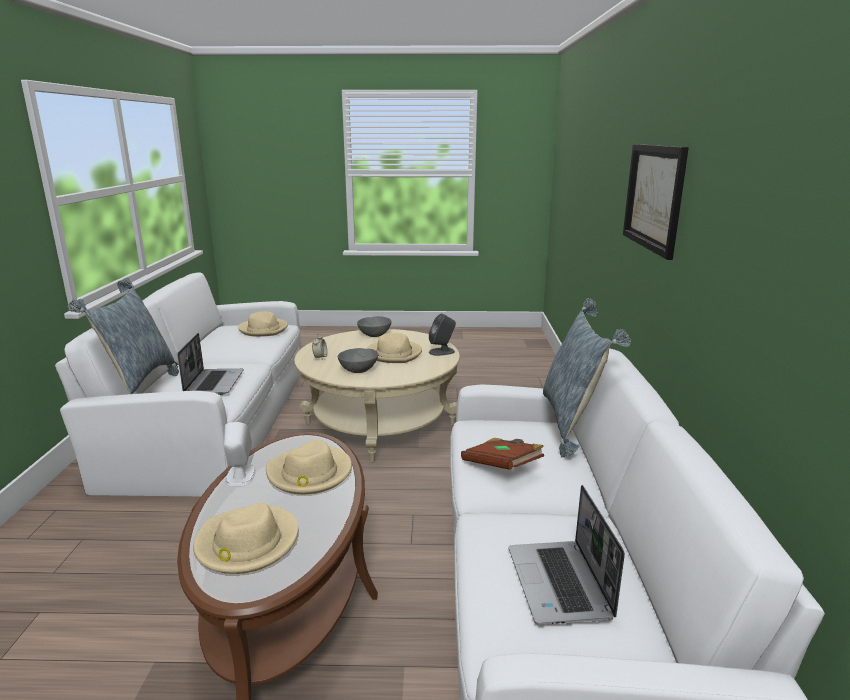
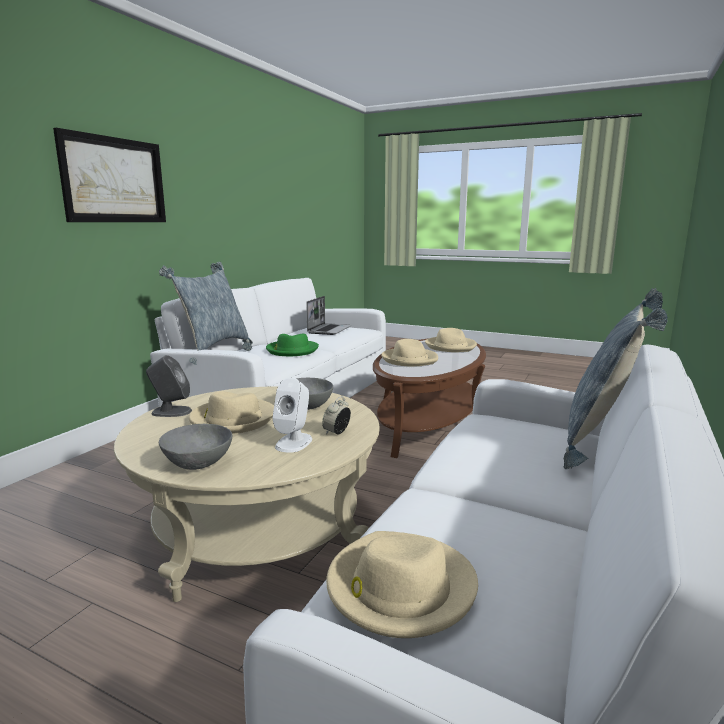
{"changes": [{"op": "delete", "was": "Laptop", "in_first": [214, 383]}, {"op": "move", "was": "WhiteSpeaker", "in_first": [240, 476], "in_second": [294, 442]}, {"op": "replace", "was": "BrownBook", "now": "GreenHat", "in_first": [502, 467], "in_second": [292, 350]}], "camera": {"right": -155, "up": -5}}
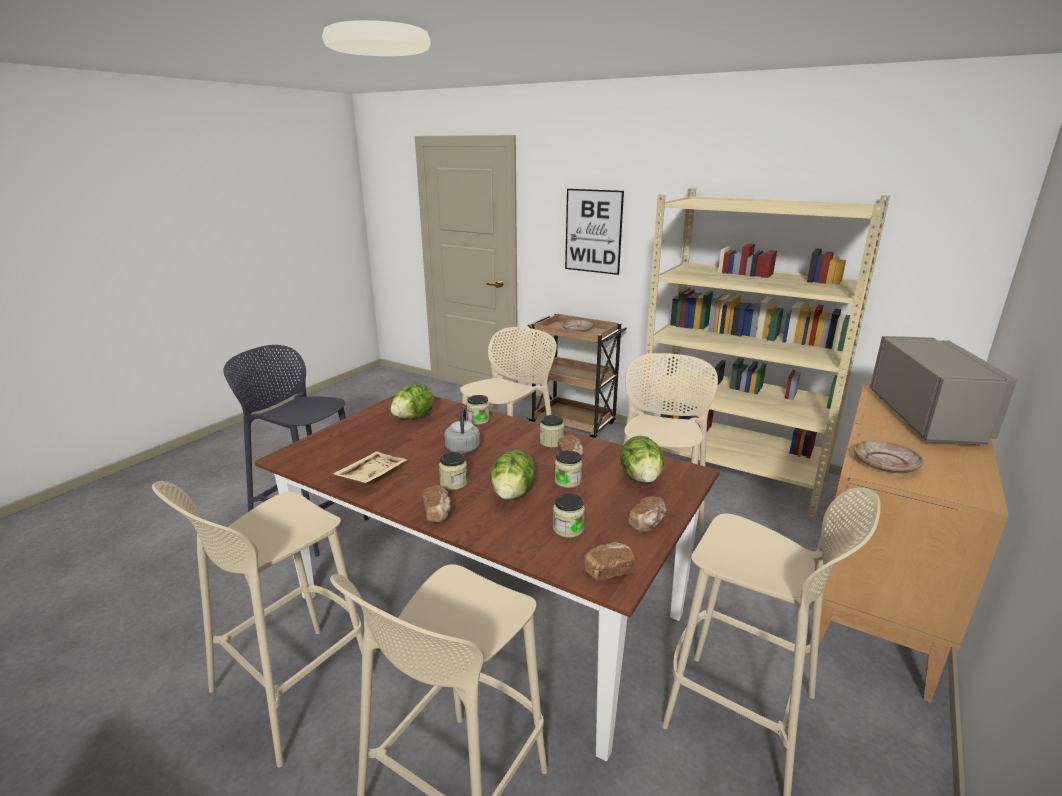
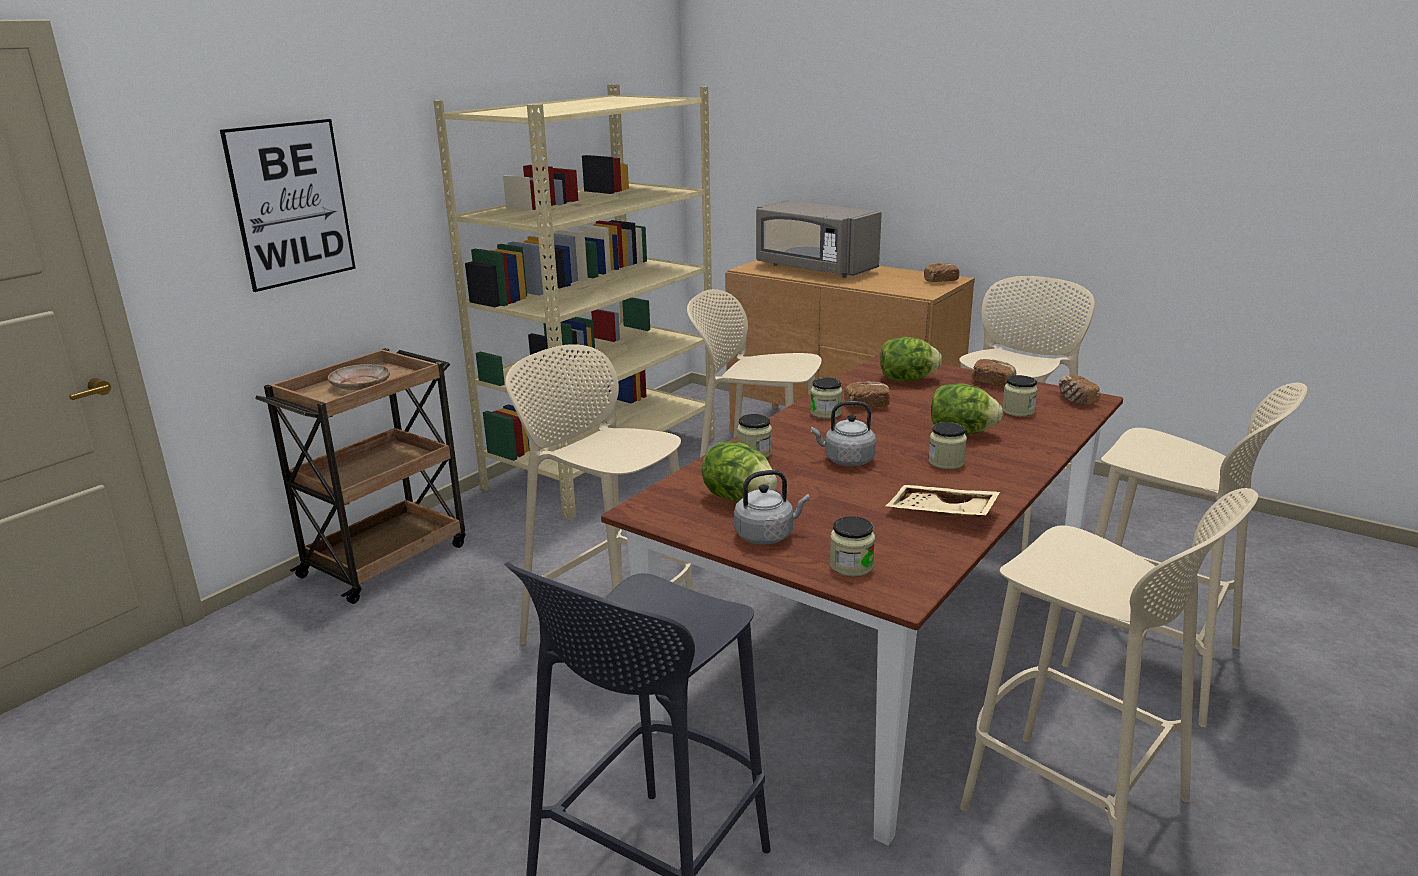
{"changes": [{"op": "rotate", "was": "GreyMicrowave", "in_first": [926, 418], "in_second": [814, 268], "clockwise": -150}, {"op": "delete", "was": "BeigePlate", "in_first": [885, 464]}, {"op": "move", "was": "Jar", "in_first": [568, 481], "in_second": [851, 566]}, {"op": "move", "was": "Bread", "in_first": [437, 512], "in_second": [940, 281]}, {"op": "insert", "now": "GreyKettle", "in_second": [767, 535]}], "camera": {"right": -85, "up": 0}}
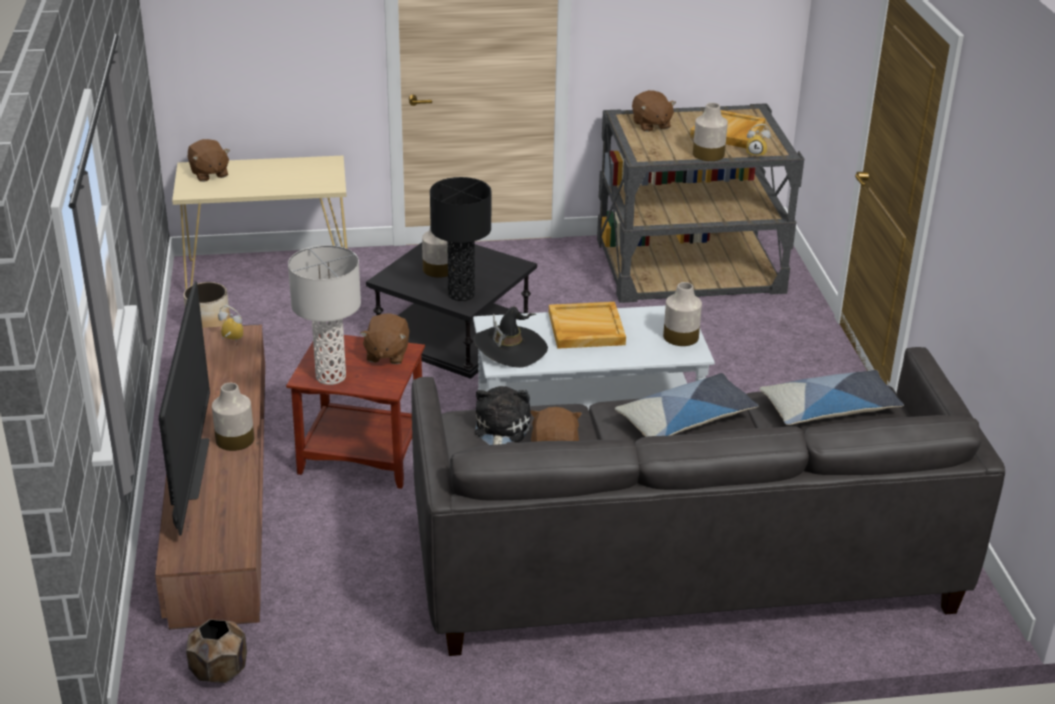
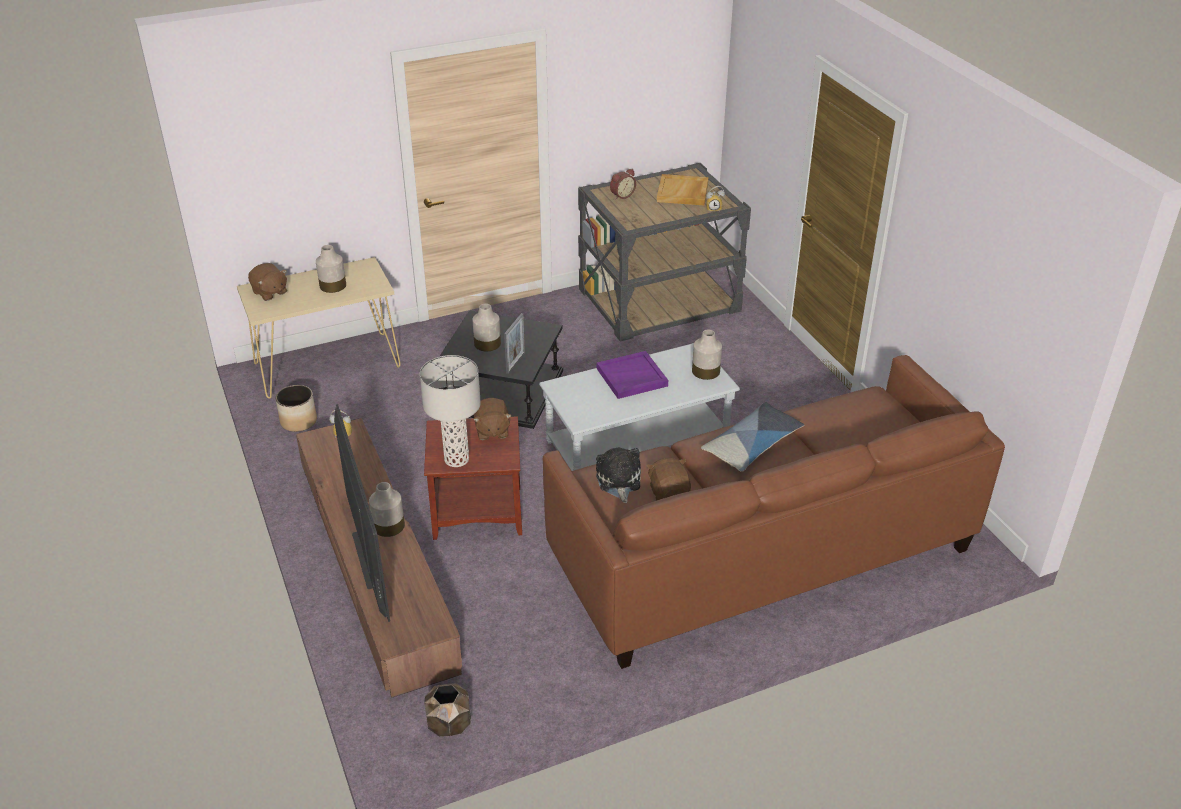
{"changes": [{"op": "replace", "was": "BrownPlushToy", "now": "AlarmClock", "in_first": [651, 125], "in_second": [621, 195]}, {"op": "move", "was": "BeigeVase", "in_first": [708, 154], "in_second": [332, 285]}, {"op": "replace", "was": "BlackTableLamp", "now": "PictureFrame", "in_first": [461, 294], "in_second": [515, 362]}, {"op": "recolor", "was": "BeigeTray", "now": "PurpleTray", "in_first": [585, 329], "in_second": [631, 377]}, {"op": "delete", "was": "BlackHat", "in_first": [510, 348]}, {"op": "recolor", "was": "GreySofa", "now": "BrownSofa", "in_first": [682, 562], "in_second": [759, 552]}, {"op": "delete", "was": "Pillow", "in_first": [830, 409]}], "camera": {"right": -15, "up": 5}}
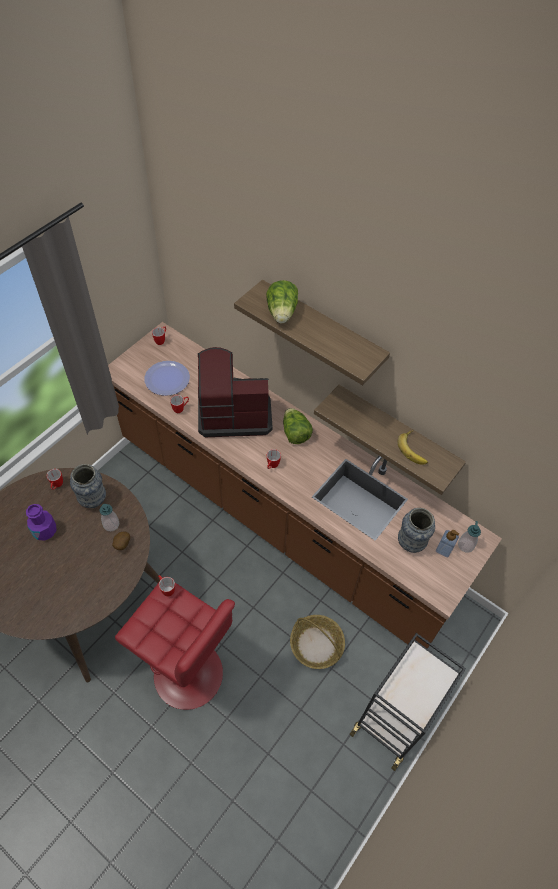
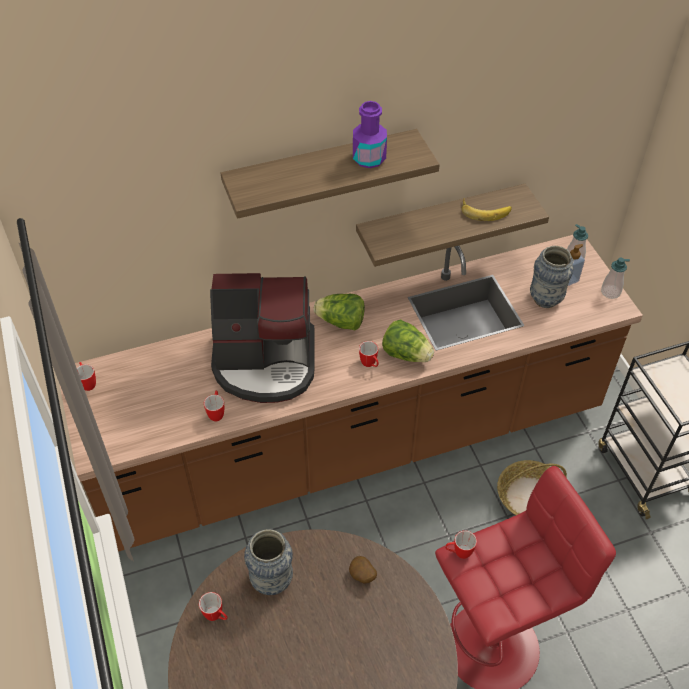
{"changes": [{"op": "move", "was": "Lettuce", "in_first": [282, 313], "in_second": [406, 354]}, {"op": "rotate", "was": "CoffeeMachine", "in_first": [233, 412], "in_second": [265, 363], "clockwise": -120}, {"op": "delete", "was": "Plate", "in_first": [167, 379]}, {"op": "move", "was": "PurpleBottle", "in_first": [45, 531], "in_second": [369, 158]}, {"op": "move", "was": "SoapDispenser", "in_first": [111, 524], "in_second": [610, 292]}], "camera": {"right": -55, "up": -5}}
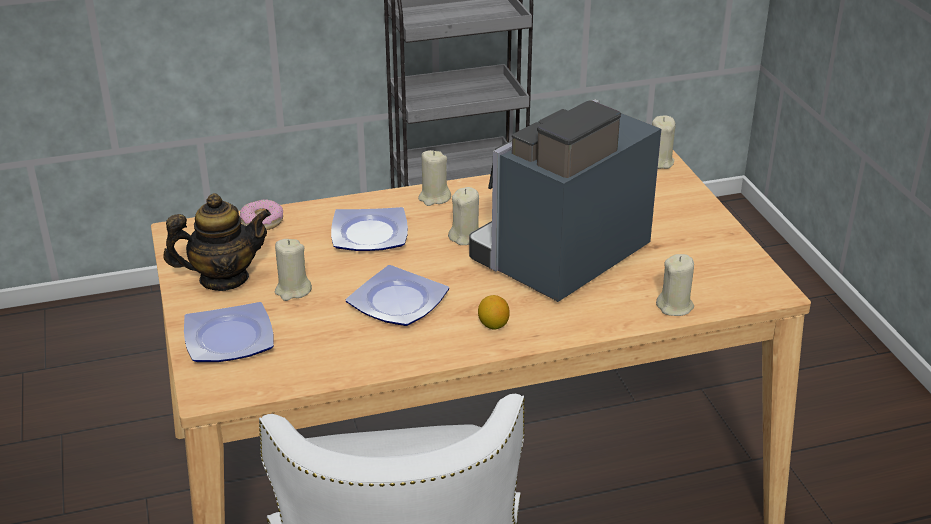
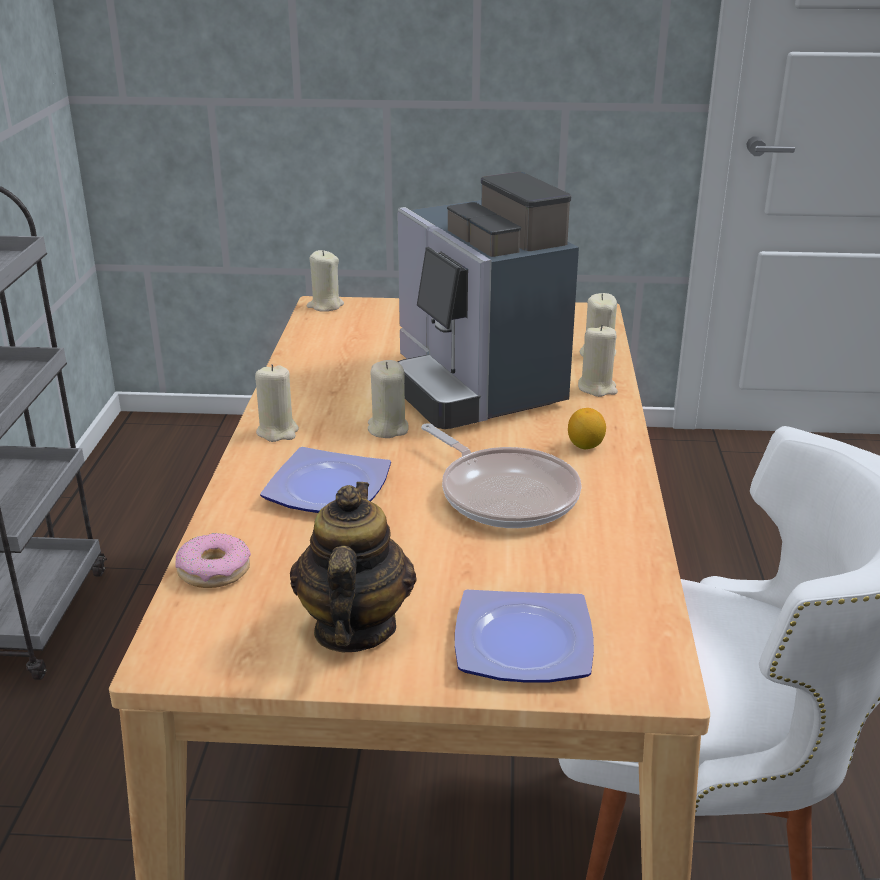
{"changes": [{"op": "move", "was": "BeigeCandle", "in_first": [292, 290], "in_second": [597, 388]}, {"op": "replace", "was": "Plate", "now": "FryingPan", "in_first": [400, 301], "in_second": [504, 494]}], "camera": {"right": -70, "up": -5}}
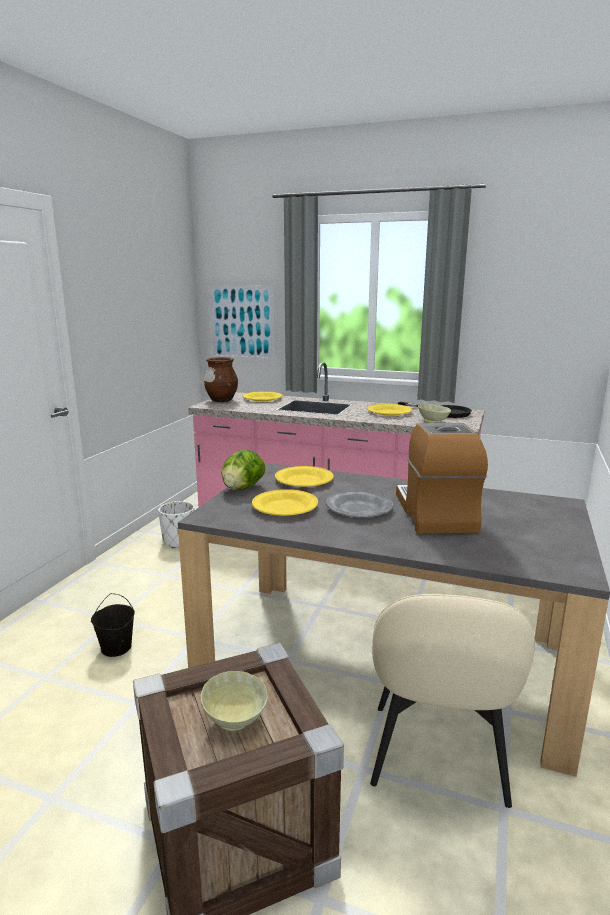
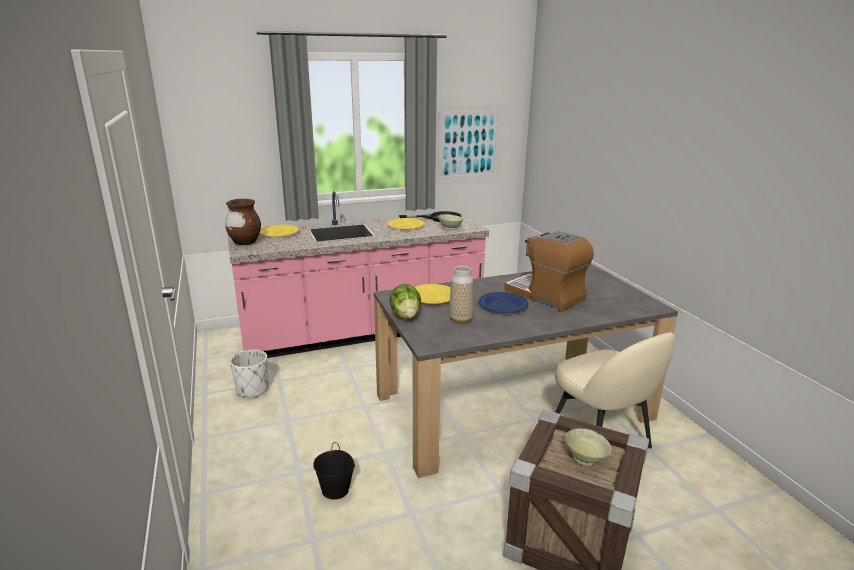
{"changes": [{"op": "move", "was": "Picture", "in_first": [241, 322], "in_second": [468, 145]}, {"op": "replace", "was": "YellowPlate", "now": "Vase", "in_first": [285, 506], "in_second": [461, 320]}, {"op": "recolor", "was": "GreyPlate", "now": "BluePlate", "in_first": [359, 508], "in_second": [503, 305]}], "camera": {"right": -40, "up": 5}}
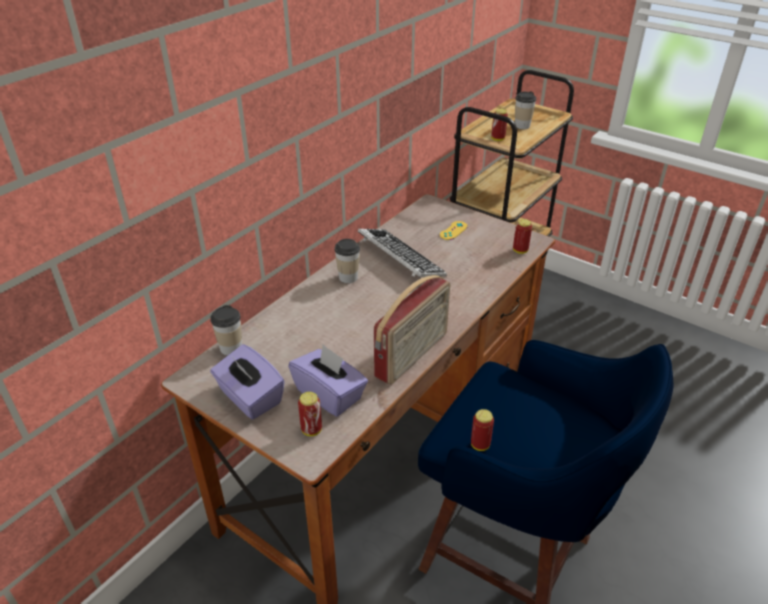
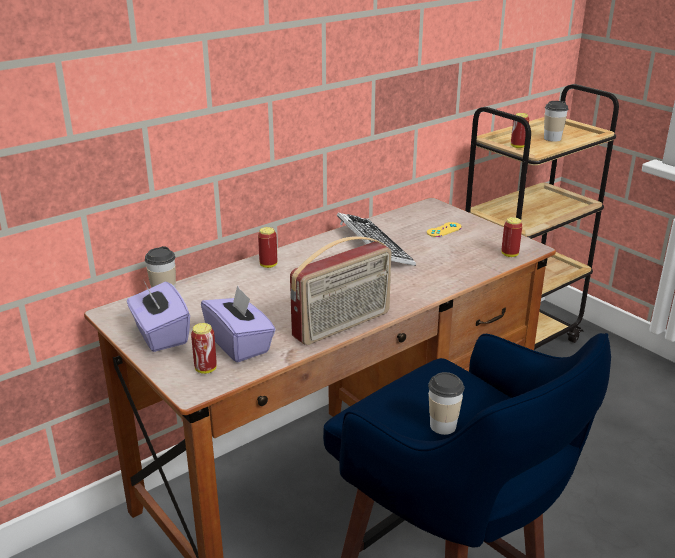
{"changes": [{"op": "move", "was": "Cup", "in_first": [348, 277], "in_second": [443, 426]}, {"op": "move", "was": "Can", "in_first": [480, 445], "in_second": [268, 265]}], "camera": {"right": 15, "up": -10}}
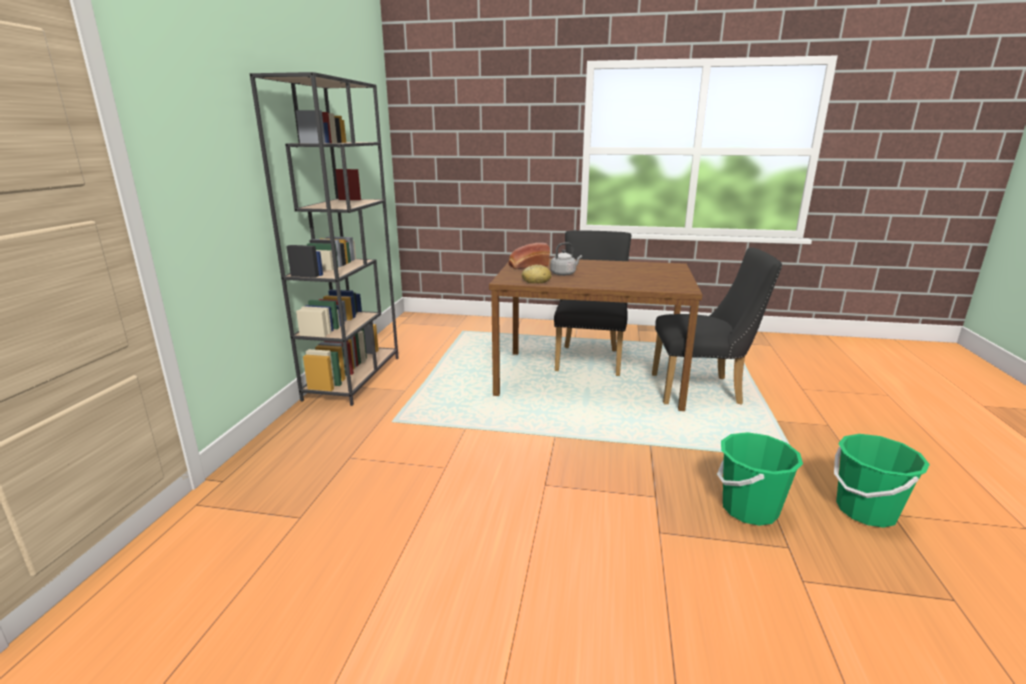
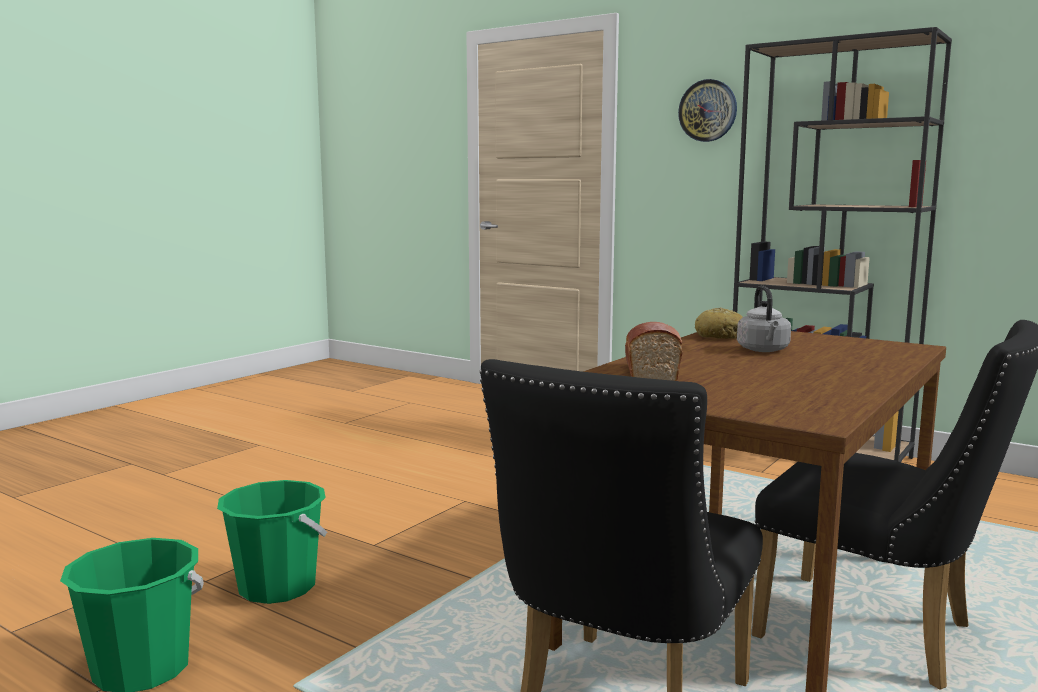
{"changes": [{"op": "move", "was": "Bread", "in_first": [528, 266], "in_second": [650, 372]}, {"op": "insert", "now": "WallClock", "in_second": [708, 110]}], "camera": {"right": 115, "up": -10}}
